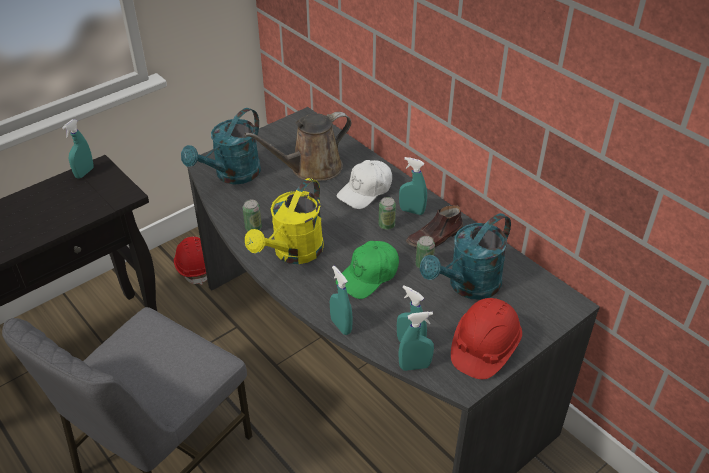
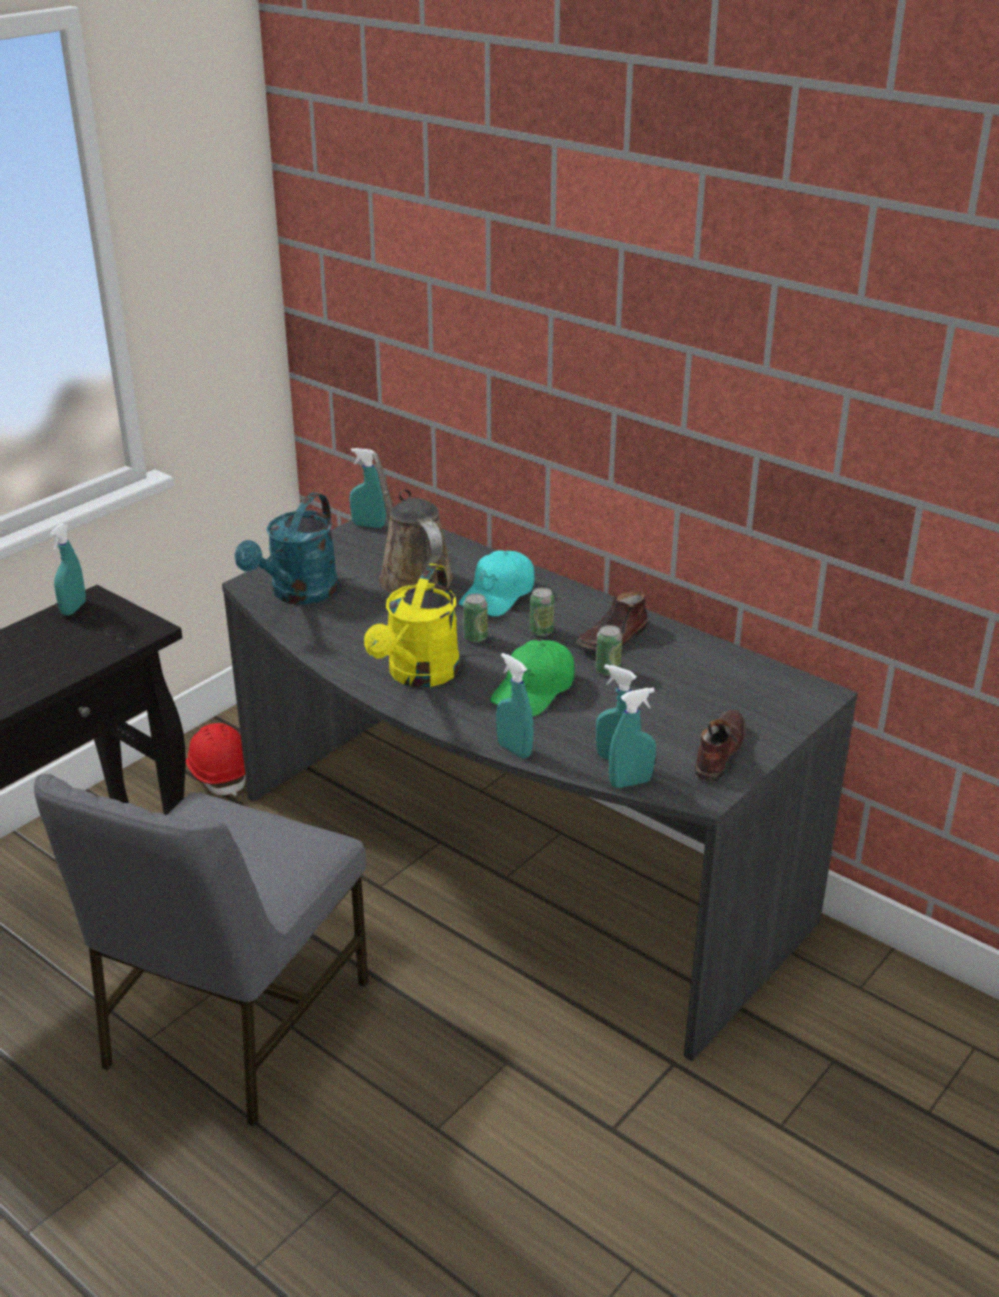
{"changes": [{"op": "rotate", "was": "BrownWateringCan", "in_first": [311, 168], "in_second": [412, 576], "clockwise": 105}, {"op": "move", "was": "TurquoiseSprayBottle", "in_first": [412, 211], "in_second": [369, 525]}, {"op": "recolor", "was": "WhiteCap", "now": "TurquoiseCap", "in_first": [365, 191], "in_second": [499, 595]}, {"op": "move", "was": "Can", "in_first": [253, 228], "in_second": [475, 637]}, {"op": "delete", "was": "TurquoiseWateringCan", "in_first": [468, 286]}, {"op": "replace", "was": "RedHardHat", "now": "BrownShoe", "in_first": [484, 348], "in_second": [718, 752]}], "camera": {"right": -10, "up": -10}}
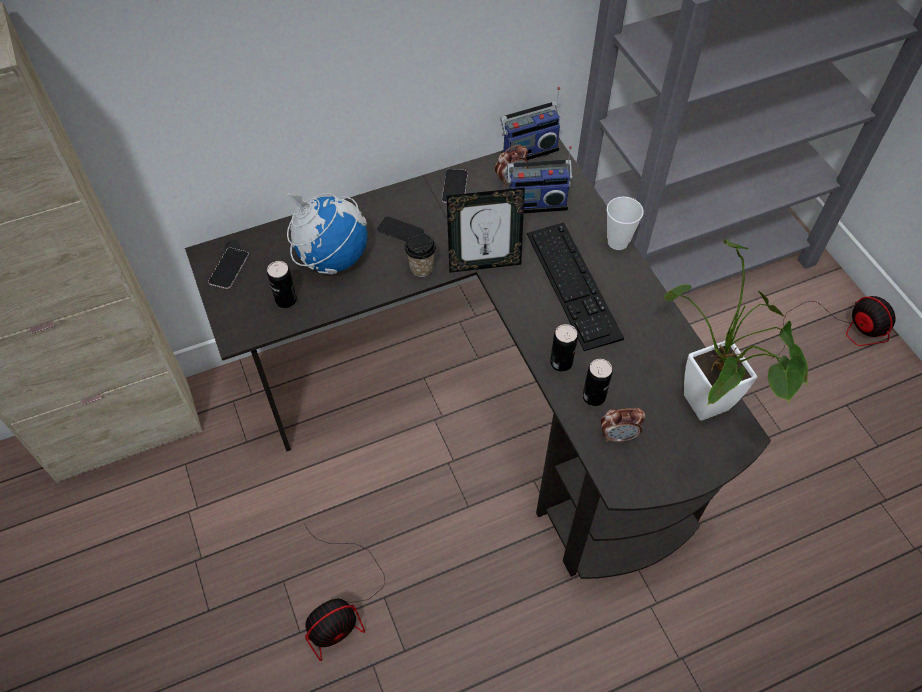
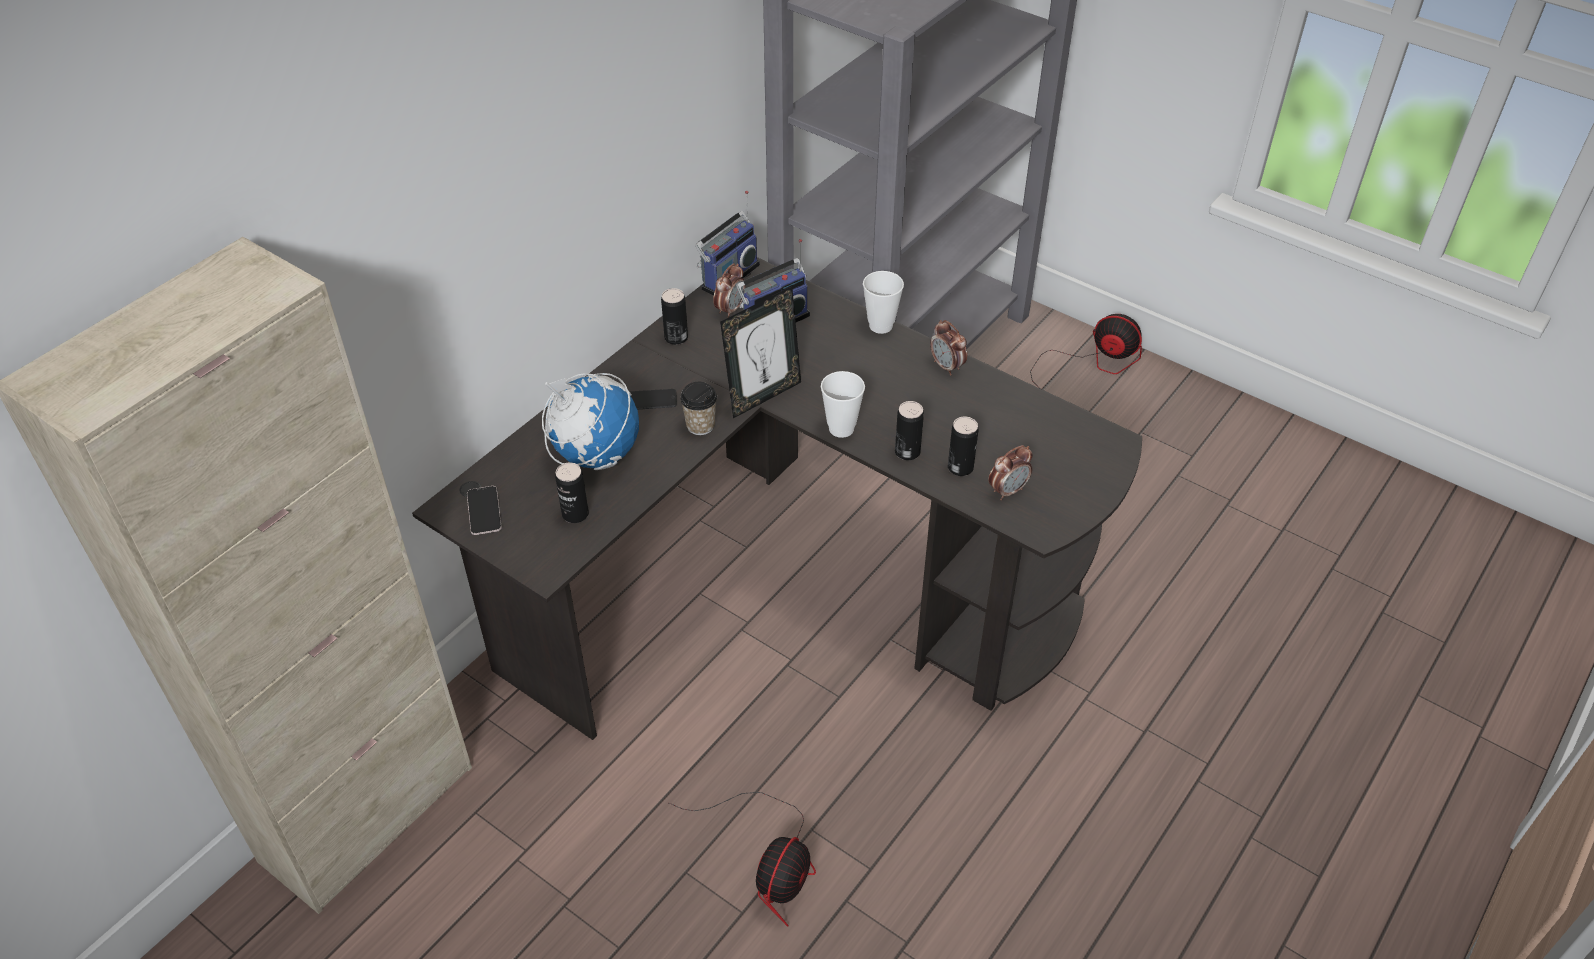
{"changes": [{"op": "replace", "was": "Phone", "now": "Can", "in_first": [454, 187], "in_second": [676, 338]}, {"op": "delete", "was": "Keyboard", "in_first": [573, 284]}, {"op": "delete", "was": "PottedPlant", "in_first": [711, 412]}, {"op": "insert", "now": "AlarmClock", "in_second": [947, 366]}, {"op": "insert", "now": "Cup", "in_second": [841, 428]}], "camera": {"right": -30, "up": -10}}
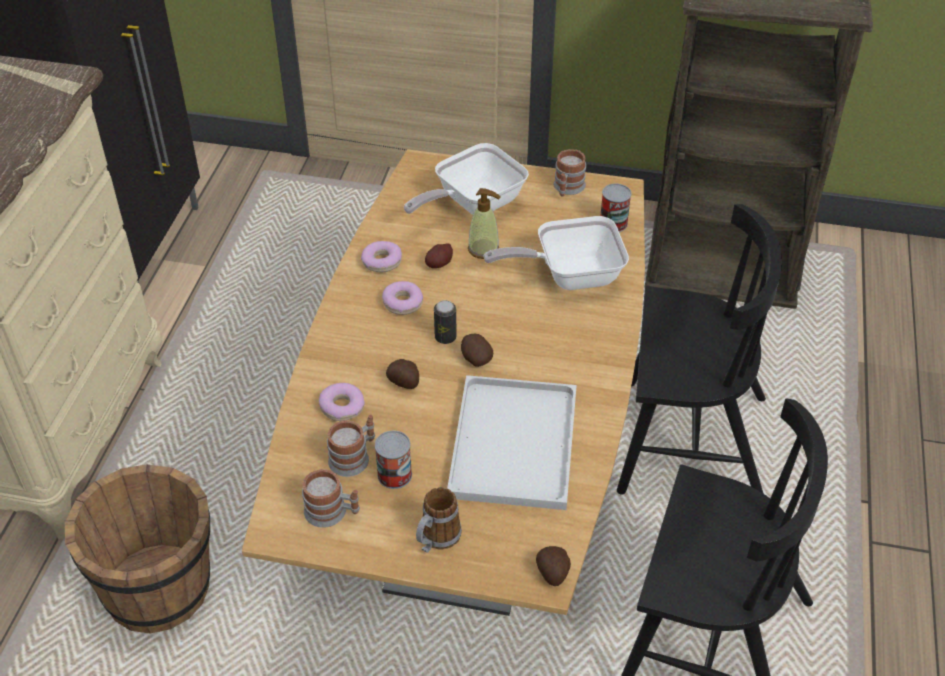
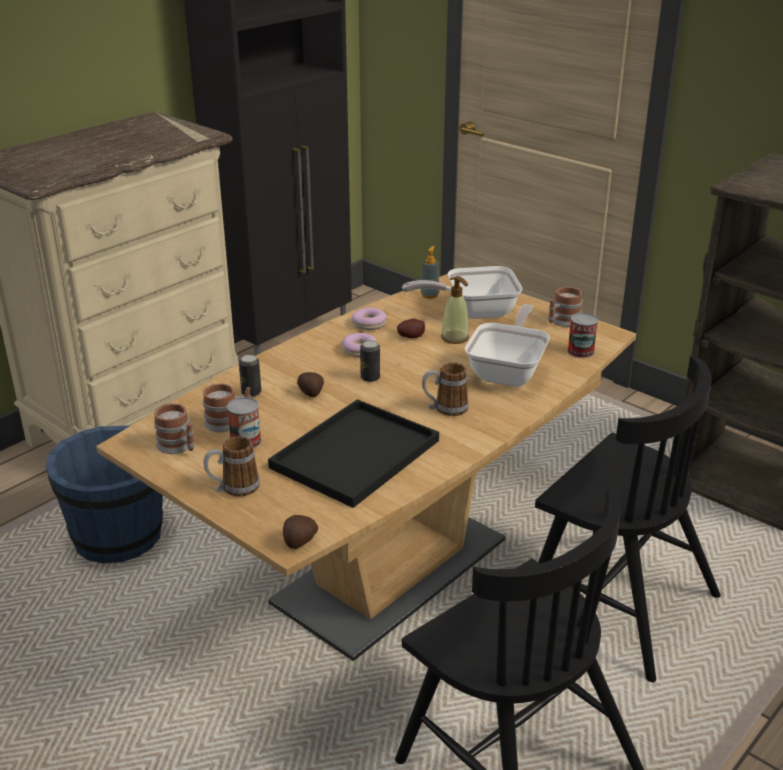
{"changes": [{"op": "rotate", "was": "FryingPan", "in_first": [569, 275], "in_second": [509, 371], "clockwise": 90}, {"op": "delete", "was": "Potato", "in_first": [475, 358]}, {"op": "recolor", "was": "WhiteTray", "now": "BlackTray", "in_first": [512, 440], "in_second": [356, 452]}, {"op": "replace", "was": "Donut", "now": "Can", "in_first": [342, 407], "in_second": [251, 392]}, {"op": "recolor", "was": "BrownBucket", "now": "BlueBucket", "in_first": [160, 588], "in_second": [119, 536]}, {"op": "insert", "now": "SoapDispenser", "in_second": [429, 295]}, {"op": "insert", "now": "Mug", "in_second": [445, 409]}], "camera": {"right": 30, "up": -15}}
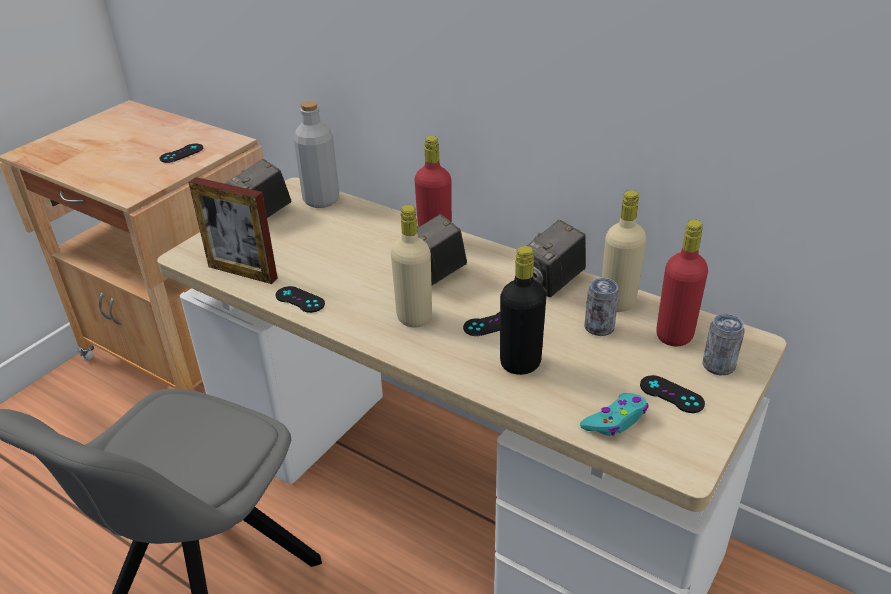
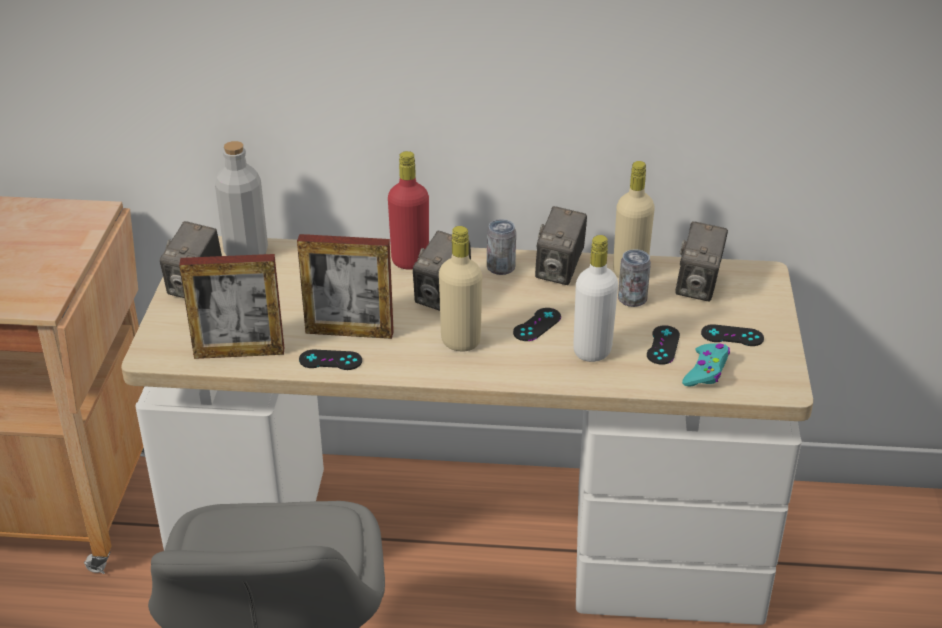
{"changes": [{"op": "move", "was": "BlackGameController", "in_first": [181, 153], "in_second": [663, 345]}, {"op": "replace", "was": "RedBottle", "now": "PhotoCamera", "in_first": [674, 336], "in_second": [698, 287]}, {"op": "recolor", "was": "BlackBottle", "now": "WhiteBottle", "in_first": [520, 363], "in_second": [592, 351]}, {"op": "move", "was": "Can", "in_first": [718, 366], "in_second": [501, 268]}, {"op": "insert", "now": "PictureFrame", "in_second": [349, 332]}], "camera": {"right": -30, "up": 0}}
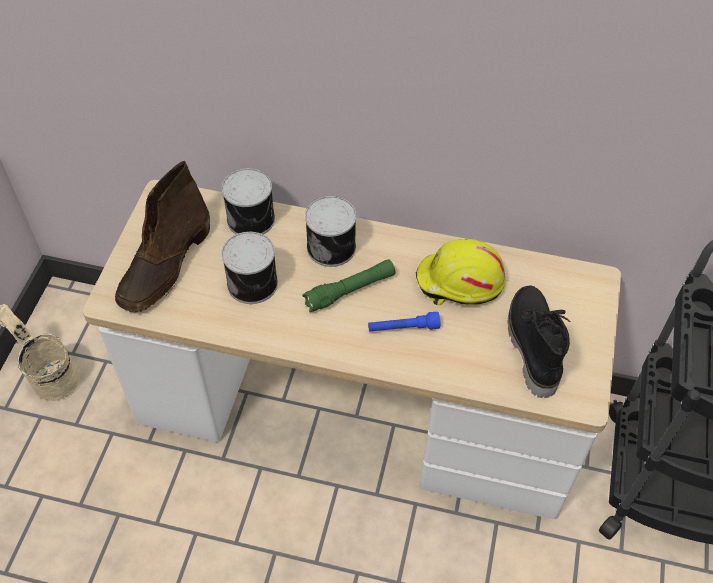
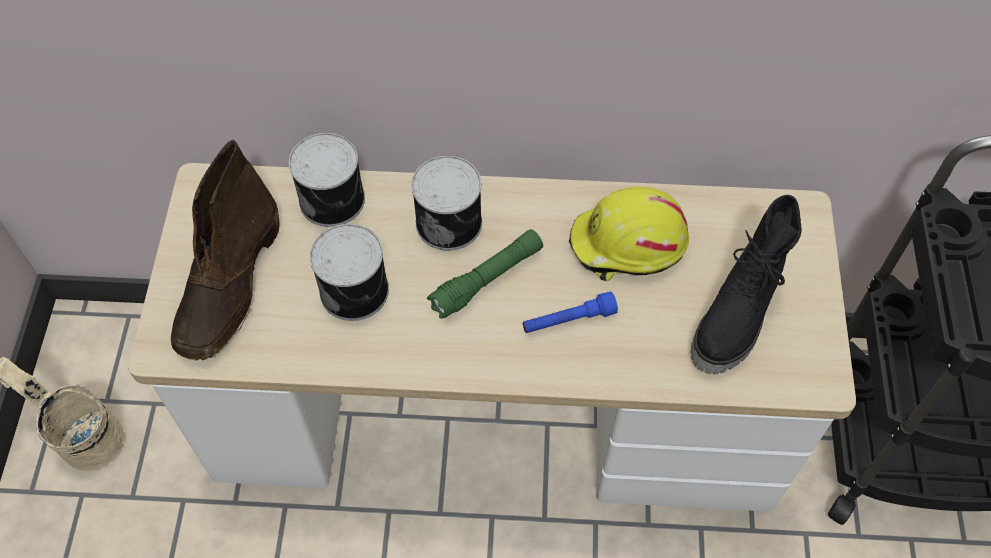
{"changes": [{"op": "rotate", "was": "BlackBoot", "in_first": [531, 346], "in_second": [738, 316], "clockwise": -135}], "camera": {"right": -10, "up": 5}}
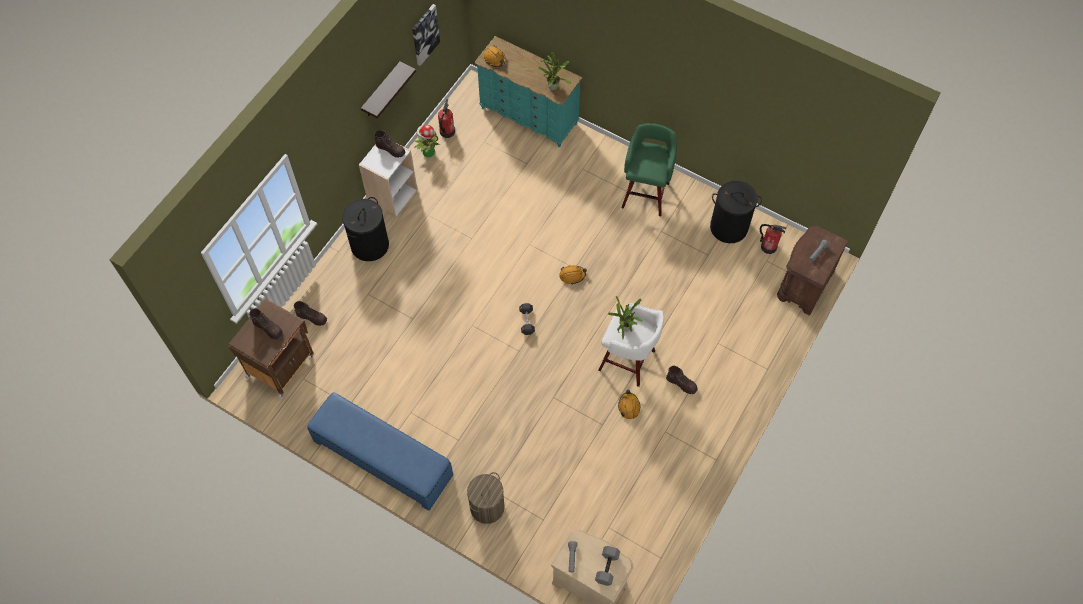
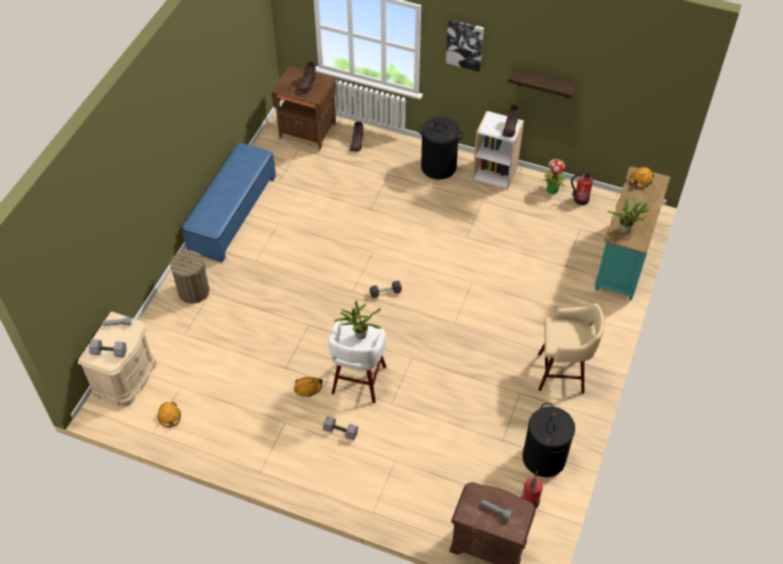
{"changes": [{"op": "move", "was": "Picture", "in_first": [425, 34], "in_second": [465, 44]}, {"op": "recolor", "was": "GreenStool", "now": "BeigeStool", "in_first": [646, 194], "in_second": [563, 373]}, {"op": "move", "was": "OrangeHardHat", "in_first": [572, 275], "in_second": [169, 416]}, {"op": "replace", "was": "BrownBoot", "now": "GreyDumbbell", "in_first": [681, 383], "in_second": [341, 431]}], "camera": {"right": 80, "up": -10}}
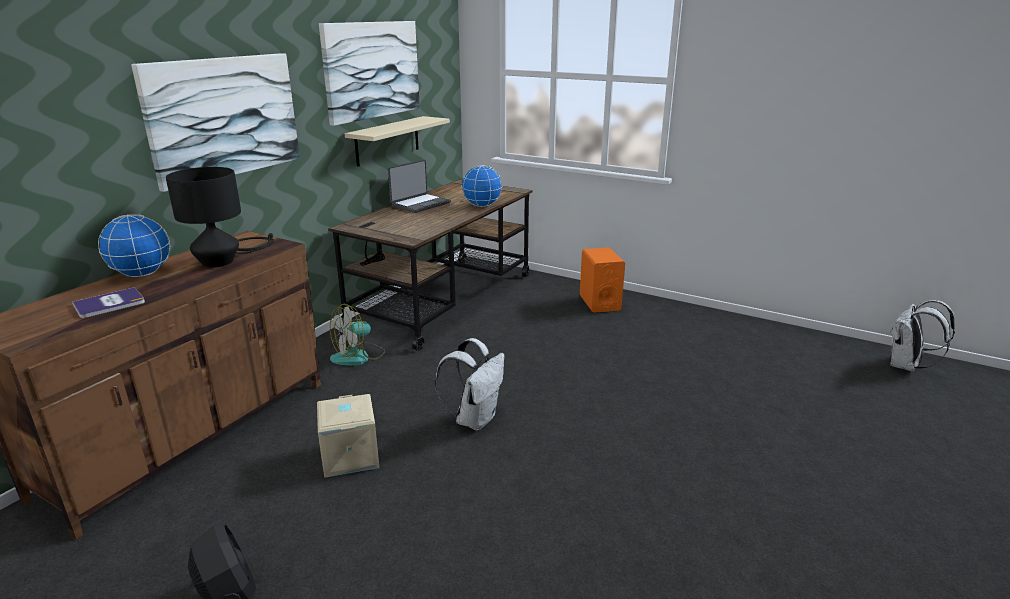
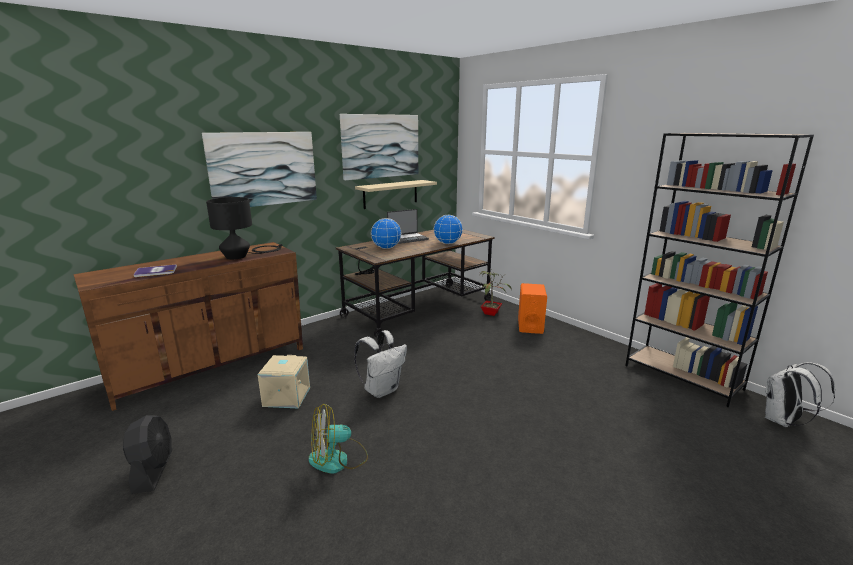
{"changes": [{"op": "move", "was": "Globe", "in_first": [142, 274], "in_second": [386, 248]}, {"op": "move", "was": "Fan", "in_first": [358, 356], "in_second": [338, 459]}, {"op": "insert", "now": "BeigeBookcase", "in_second": [683, 377]}, {"op": "insert", "now": "PottedPlant", "in_second": [491, 313]}], "camera": {"right": 20, "up": -5}}
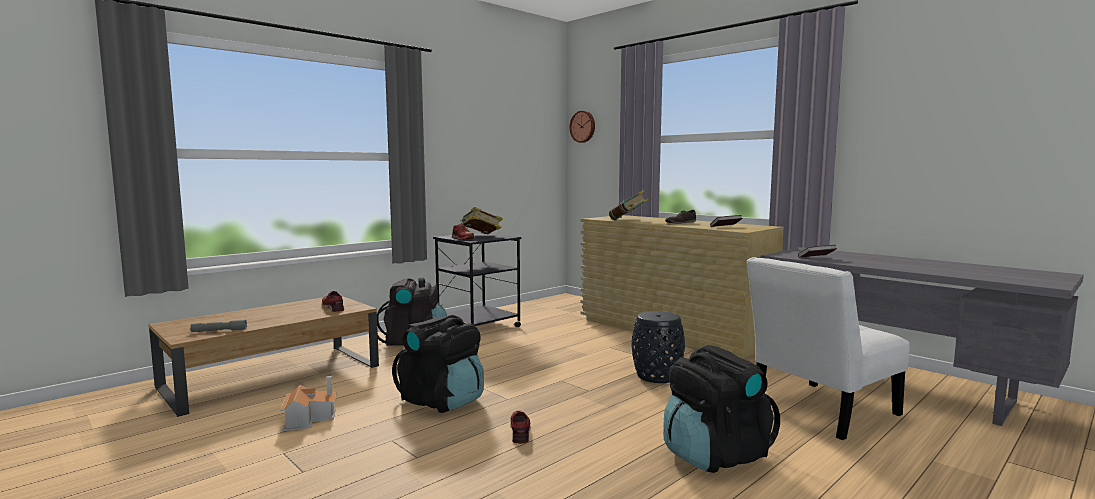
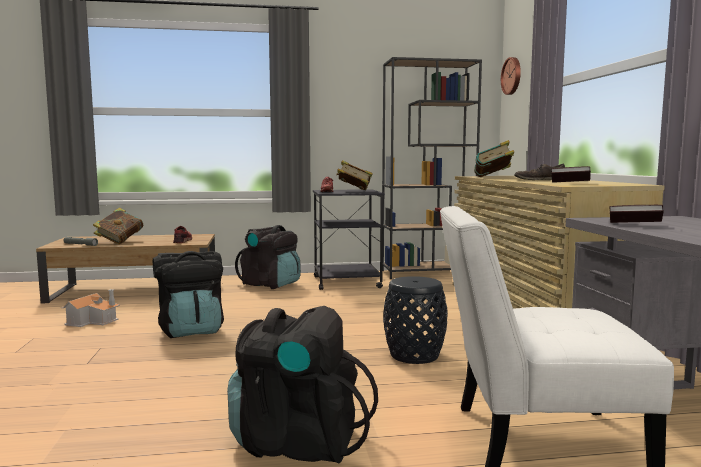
{"changes": [{"op": "delete", "was": "RedShoe", "in_first": [520, 431]}, {"op": "insert", "now": "Bookcase", "in_second": [427, 273]}, {"op": "insert", "now": "Book", "in_second": [120, 241]}], "camera": {"right": 35, "up": 0}}
